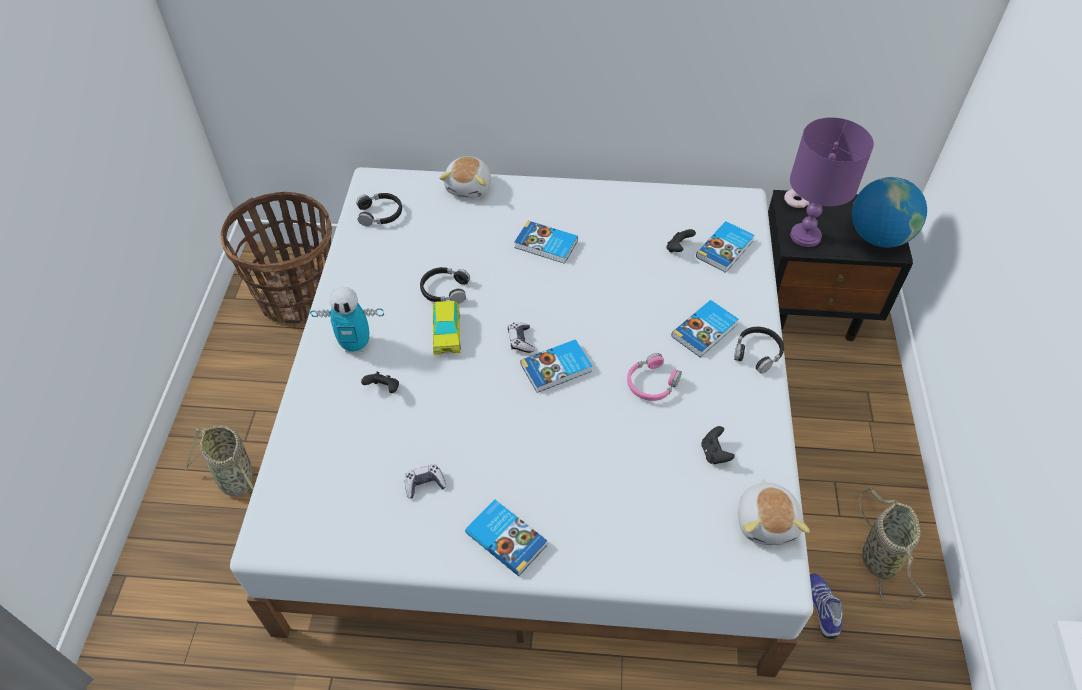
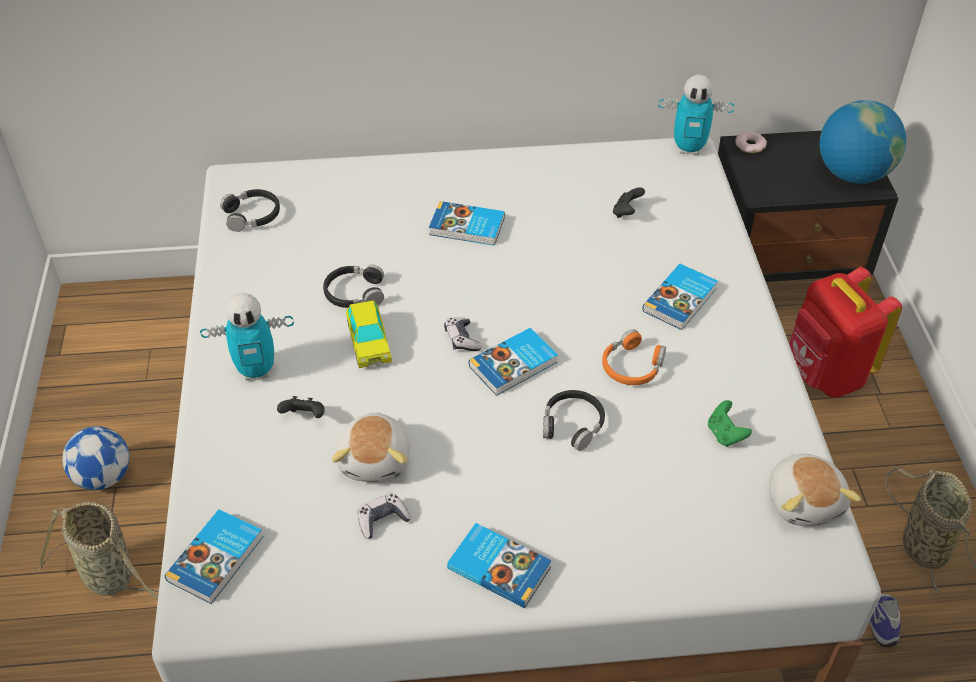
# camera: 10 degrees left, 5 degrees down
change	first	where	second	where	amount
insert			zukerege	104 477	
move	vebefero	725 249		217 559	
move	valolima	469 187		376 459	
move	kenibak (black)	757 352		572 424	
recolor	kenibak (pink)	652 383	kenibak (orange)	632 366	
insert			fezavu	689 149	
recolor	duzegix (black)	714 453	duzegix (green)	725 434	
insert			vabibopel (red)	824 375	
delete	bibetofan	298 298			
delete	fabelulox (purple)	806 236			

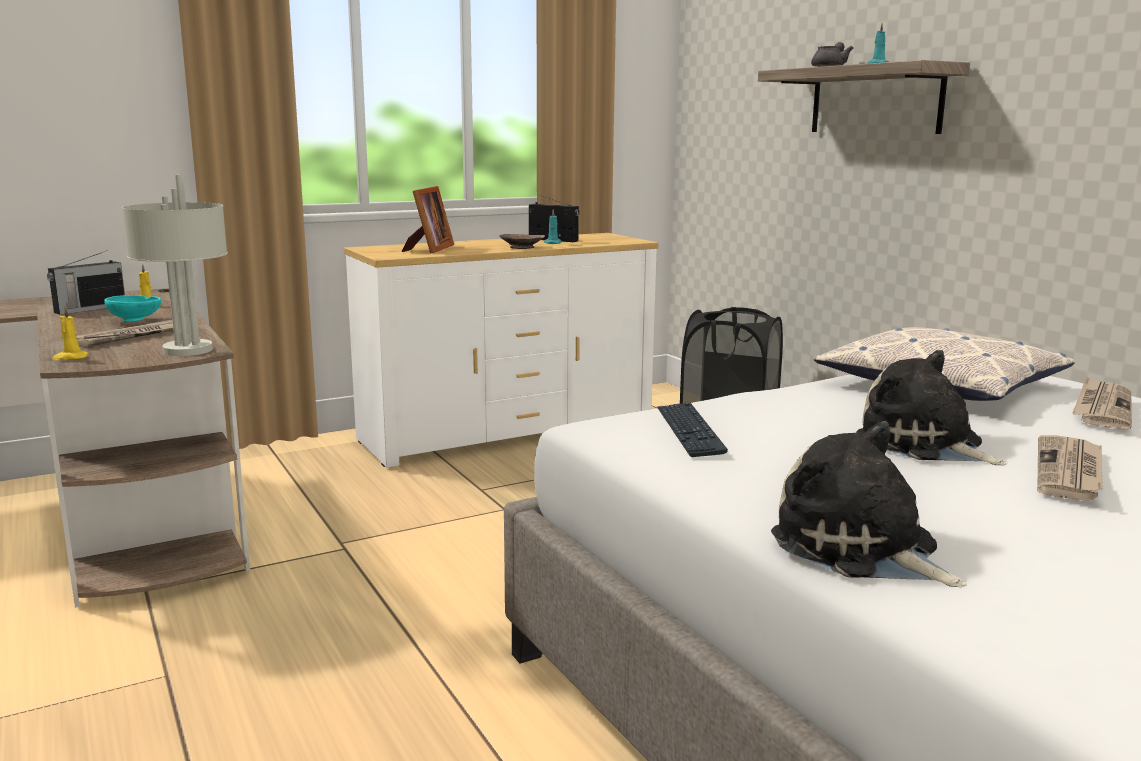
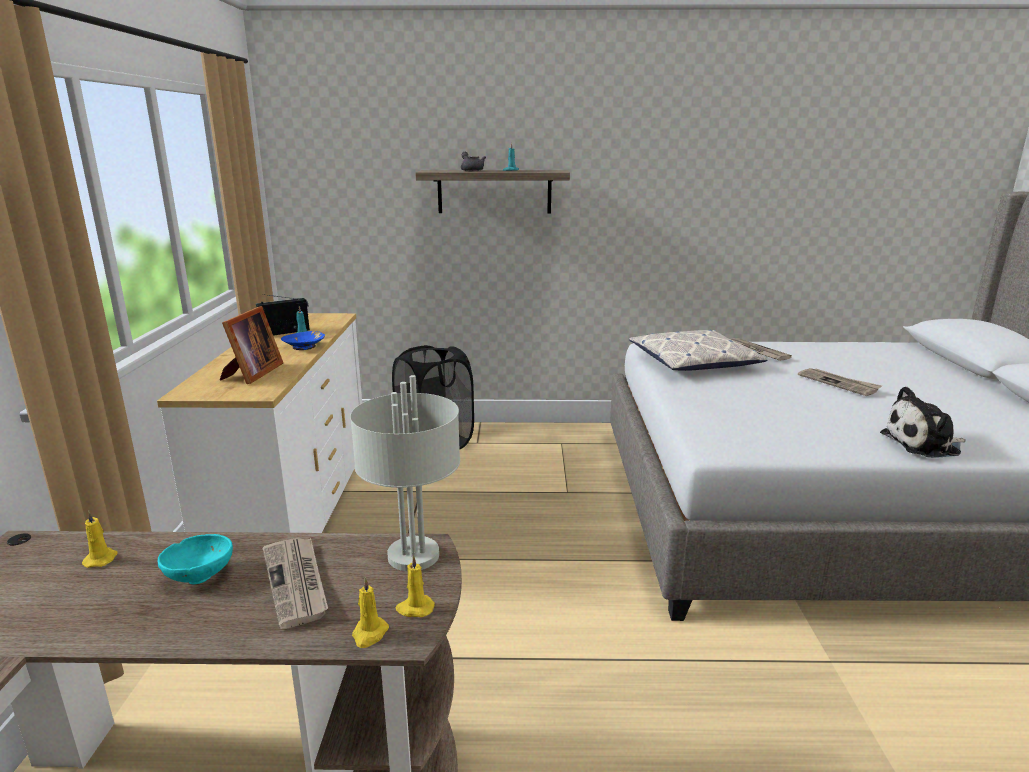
# camera: 60 degrees left, 5 degrees up
change	first	where	second	where	amount
rotate	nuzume	429 249		252 374	60 degrees clockwise
recolor	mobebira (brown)	522 247	mobebira (blue)	304 346	
insert			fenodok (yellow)	414 608	
delete	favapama	89 309			
delete	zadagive	689 431			
delete	valolima	924 444			

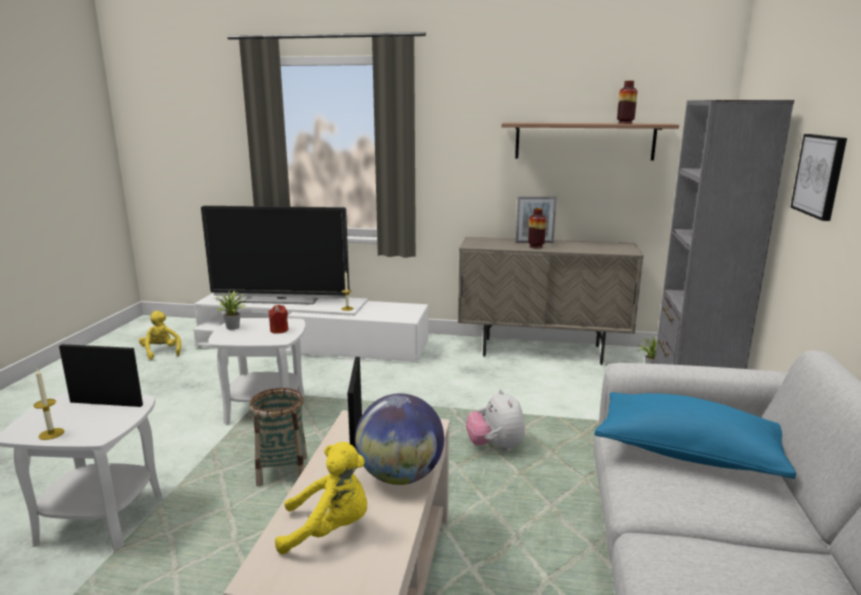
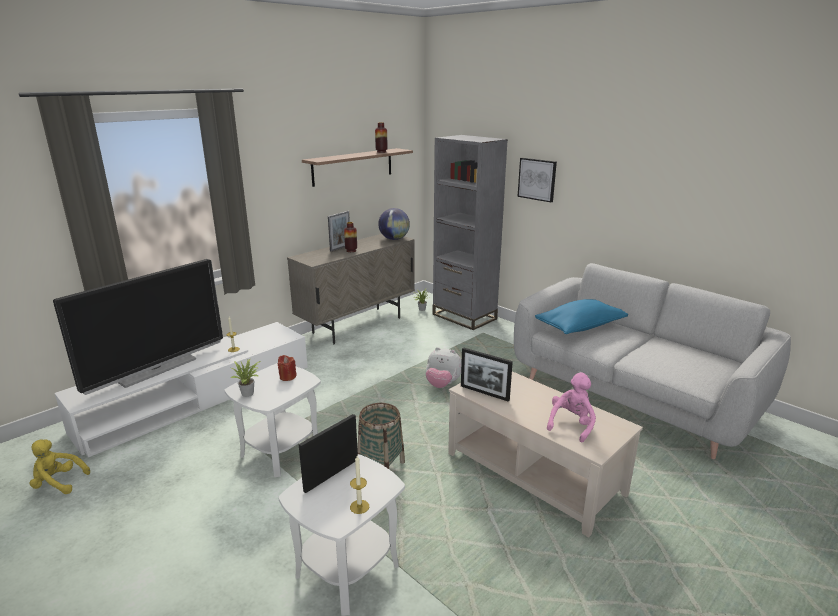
# camera: 55 degrees left, 5 degrees up
change	first	where	second	where	amount
move	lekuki	400 476		394 239	
recolor	valolima (yellow)	329 529	valolima (pink)	571 424	

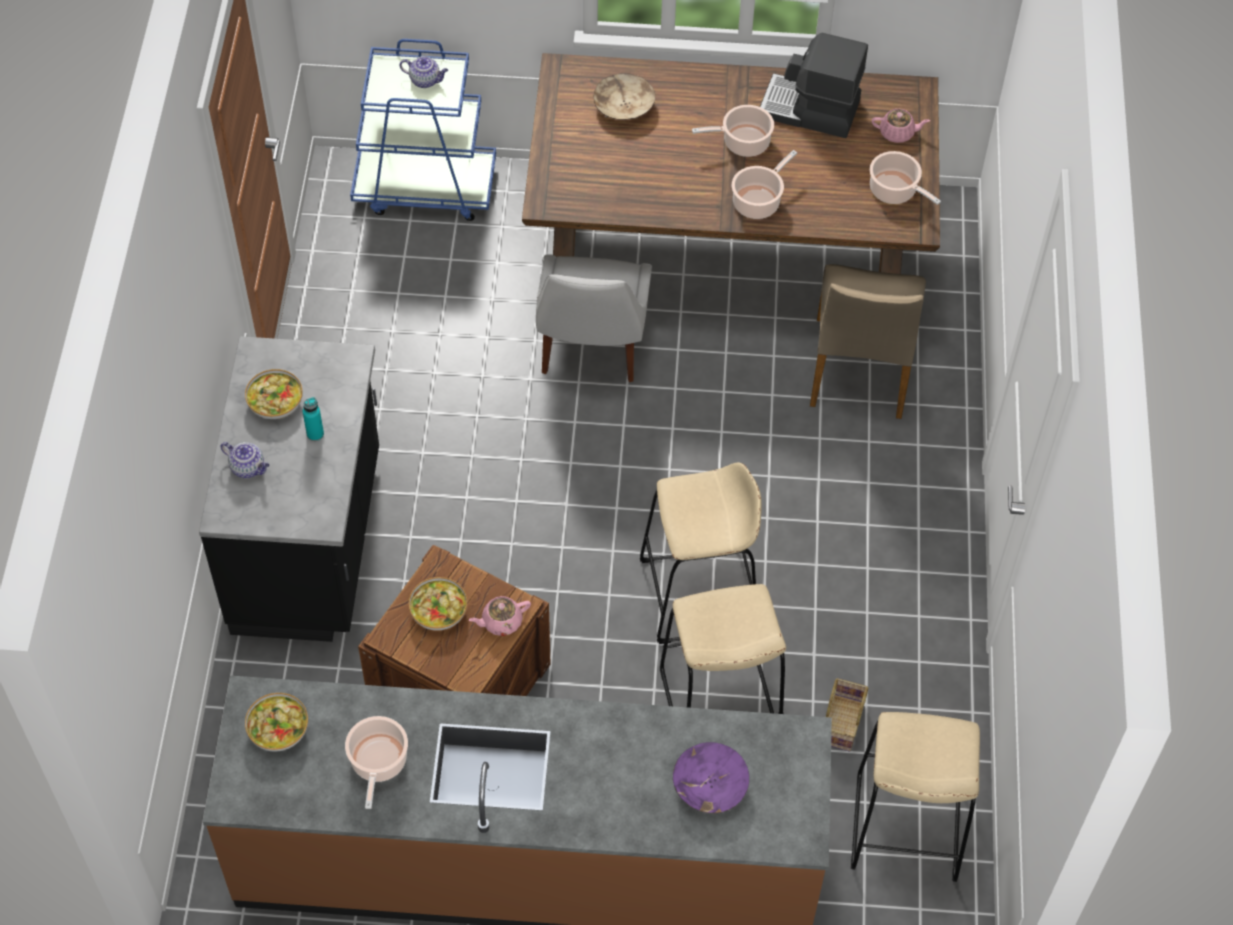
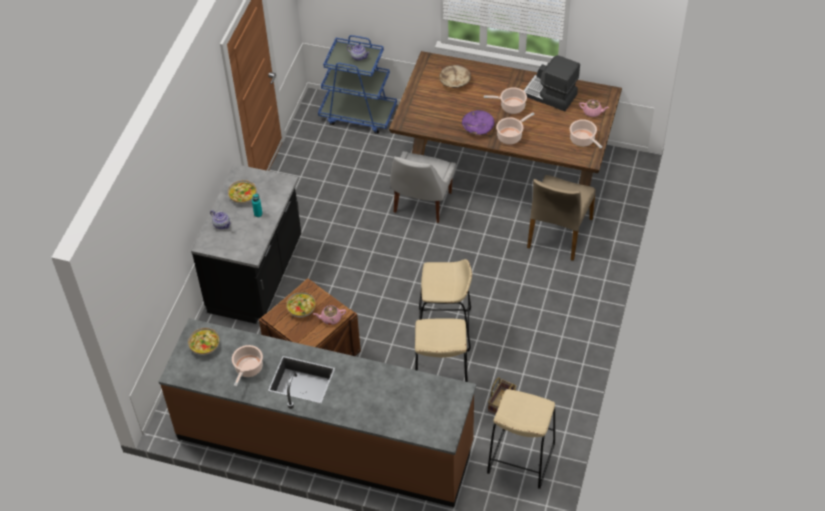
# camera: 15 degrees right, 5 degrees down
change	first	where	second	where	amount
move	mobebira (purple)	709 785		477 128	

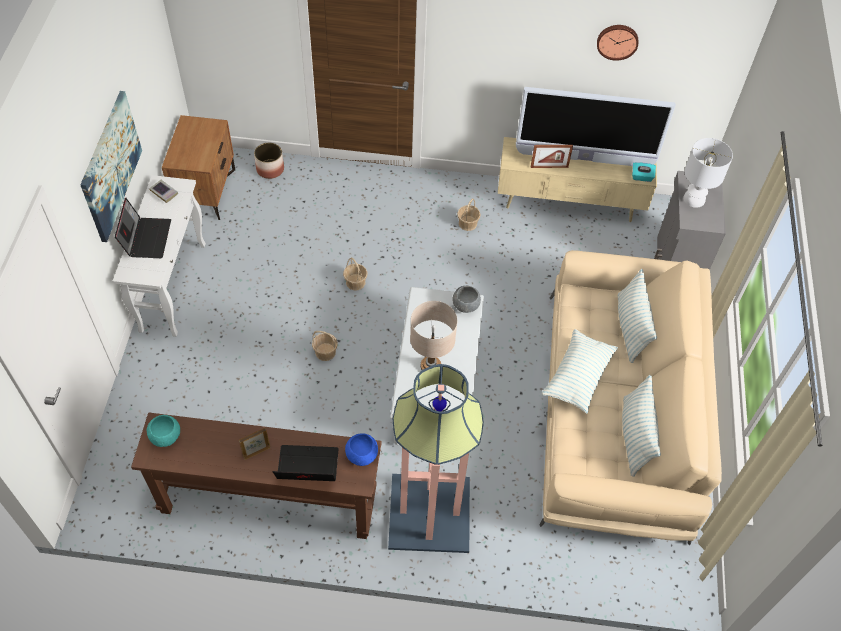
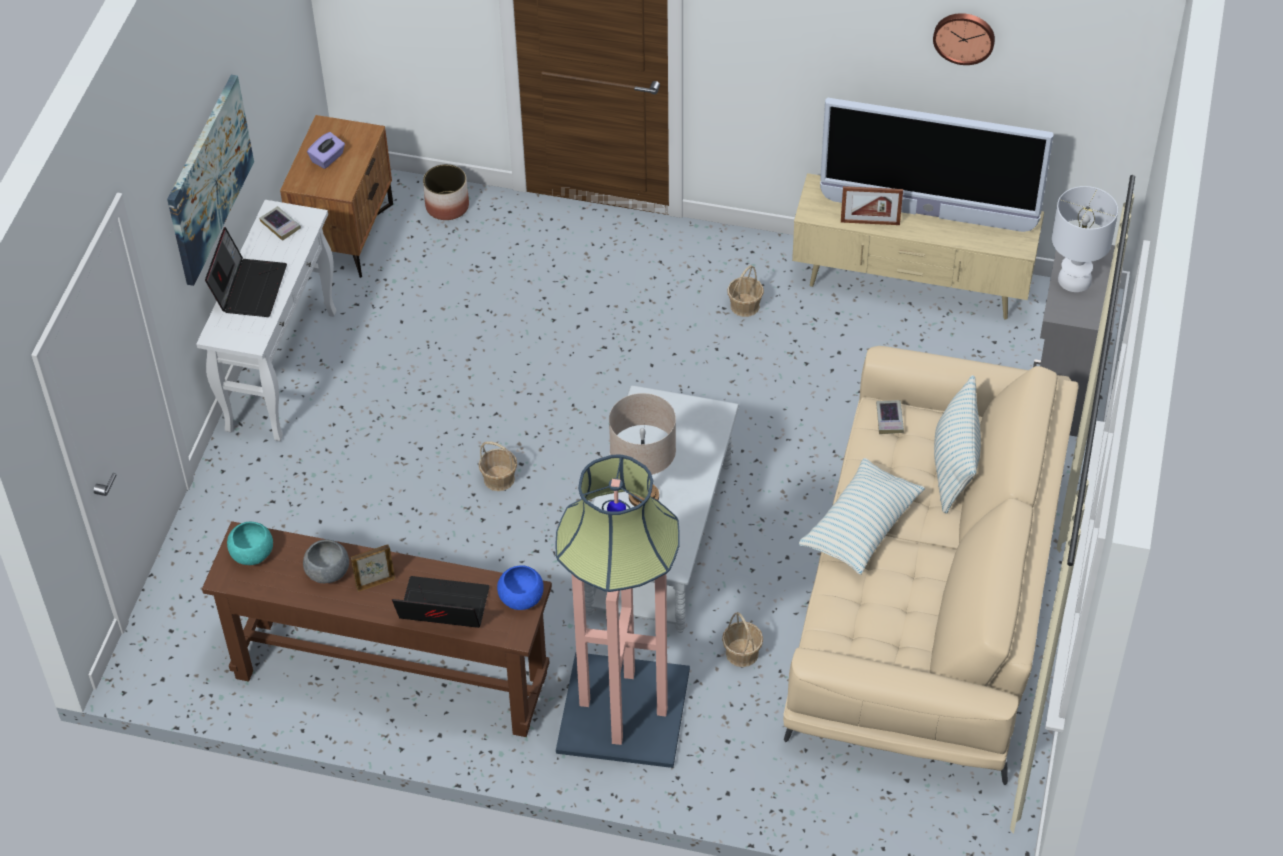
# camera: 10 degrees right, 5 degrees down
change	first	where	second	where	amount
move	mobebira (grey)	466 305		328 572	
insert			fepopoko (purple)	328 158	
move	bibetofan	355 282		742 653	
insert			vebefero	889 419	
delete	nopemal	635 436			
delete	fepopoko (turquoise)	641 177			

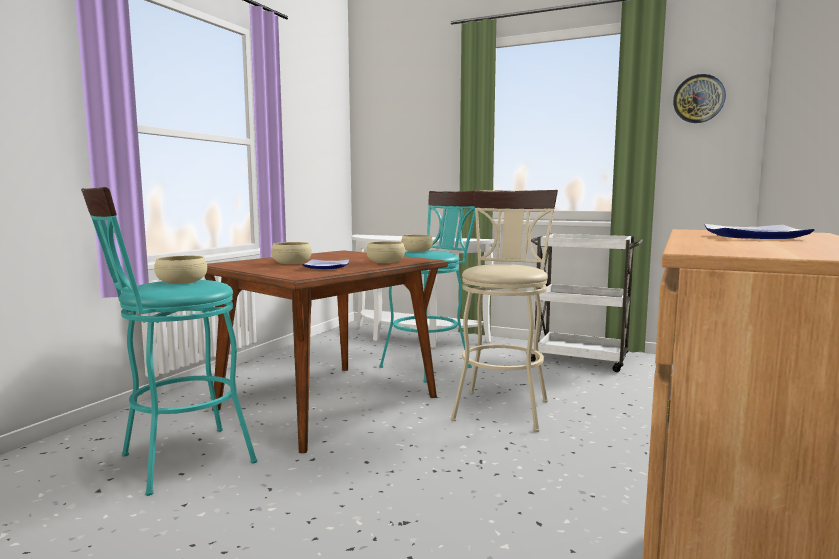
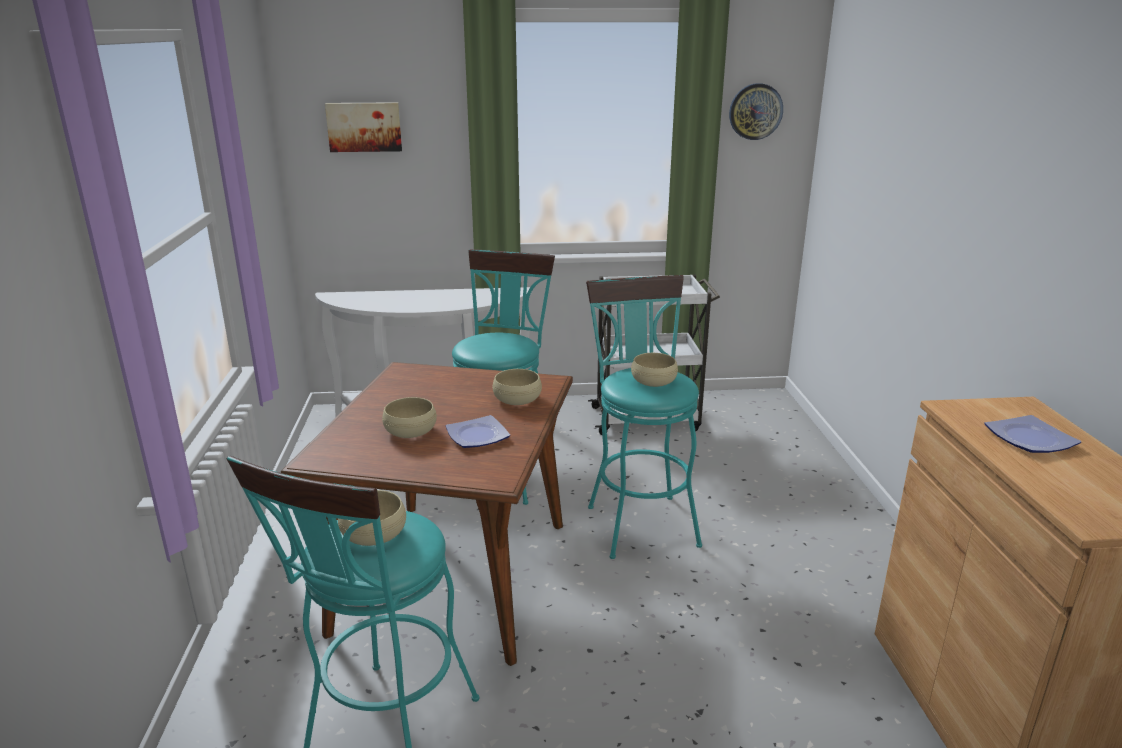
# camera: 30 degrees left, 15 degrees up
change	first	where	second	where	amount
insert			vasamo	364 127	
recolor	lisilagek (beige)	502 406	lisilagek (turquoise)	639 520	
move	mobebira (beige)	416 251		653 381	

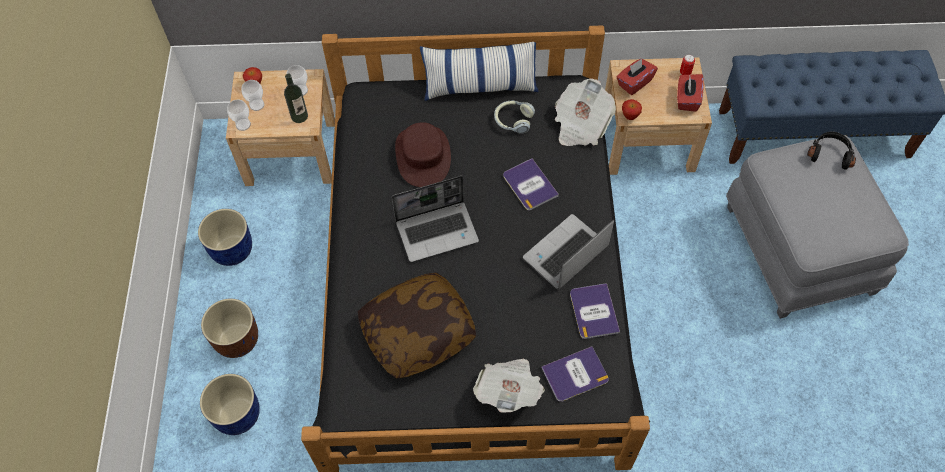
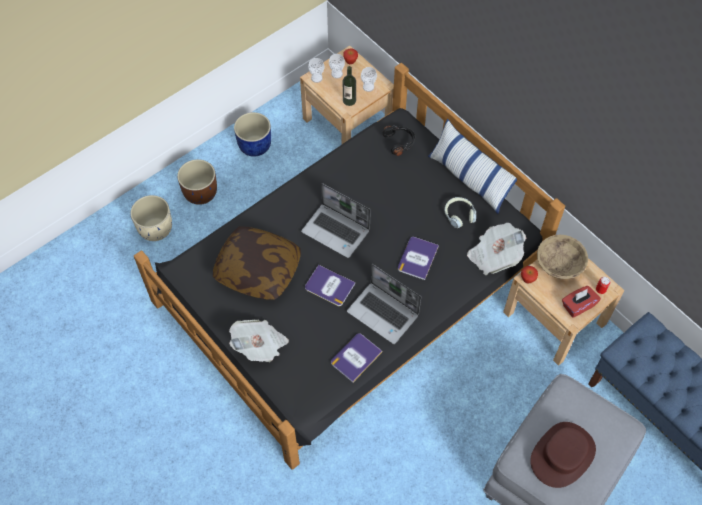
# camera: 50 degrees right, 0 degrees up
change	first	where	second	where	amount
recolor	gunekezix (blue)	237 414	gunekezix (beige)	156 228	
move	vebefero	575 375		329 286	
rotate	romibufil	565 254		384 313	150 degrees counterclockwise
move	kenibak (black)	830 153		400 142	
move	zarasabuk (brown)	423 156		562 455	
replace	fepopoko (red)	634 83	mobebira (beige)	559 264	

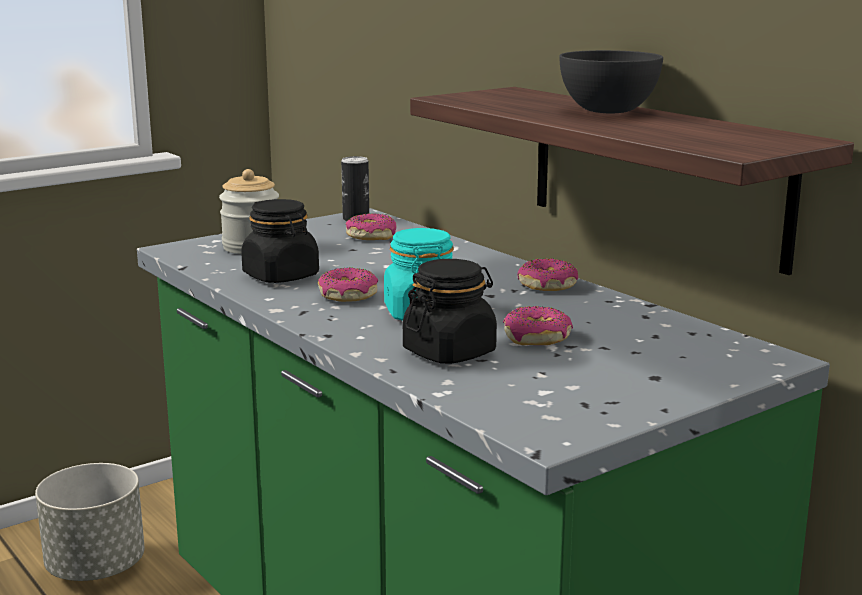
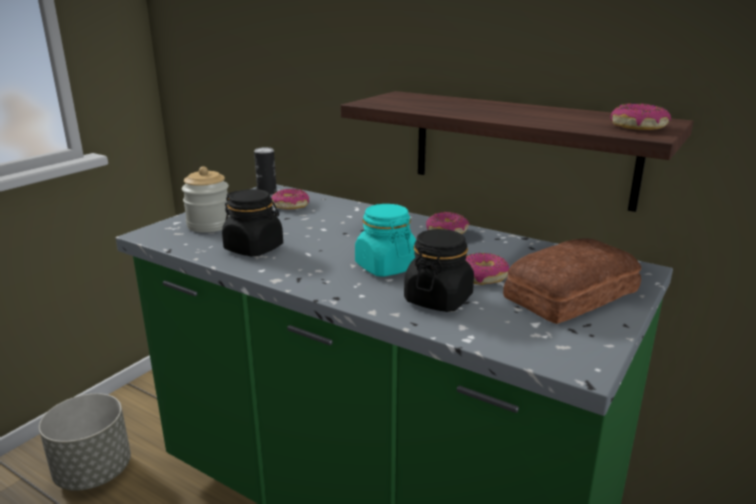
# camera: 20 degrees left, 5 degrees up
change	first	where	second	where	amount
insert			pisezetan	567 294	
move	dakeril	347 296		638 127	
delete	mobebira (grey)	607 111			

